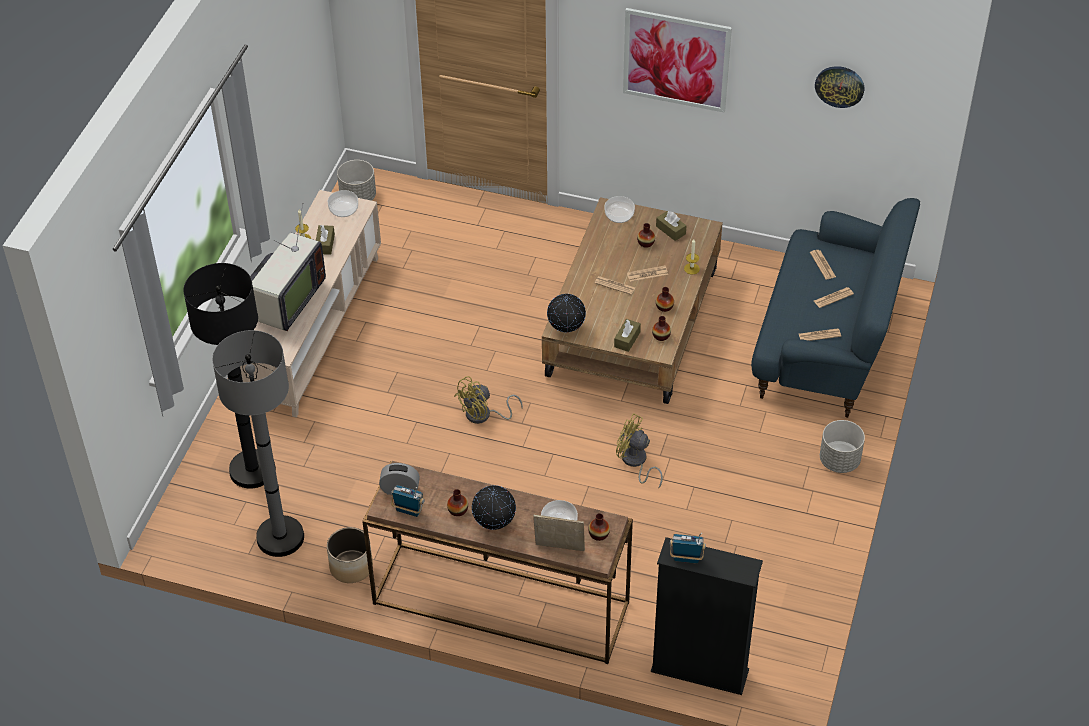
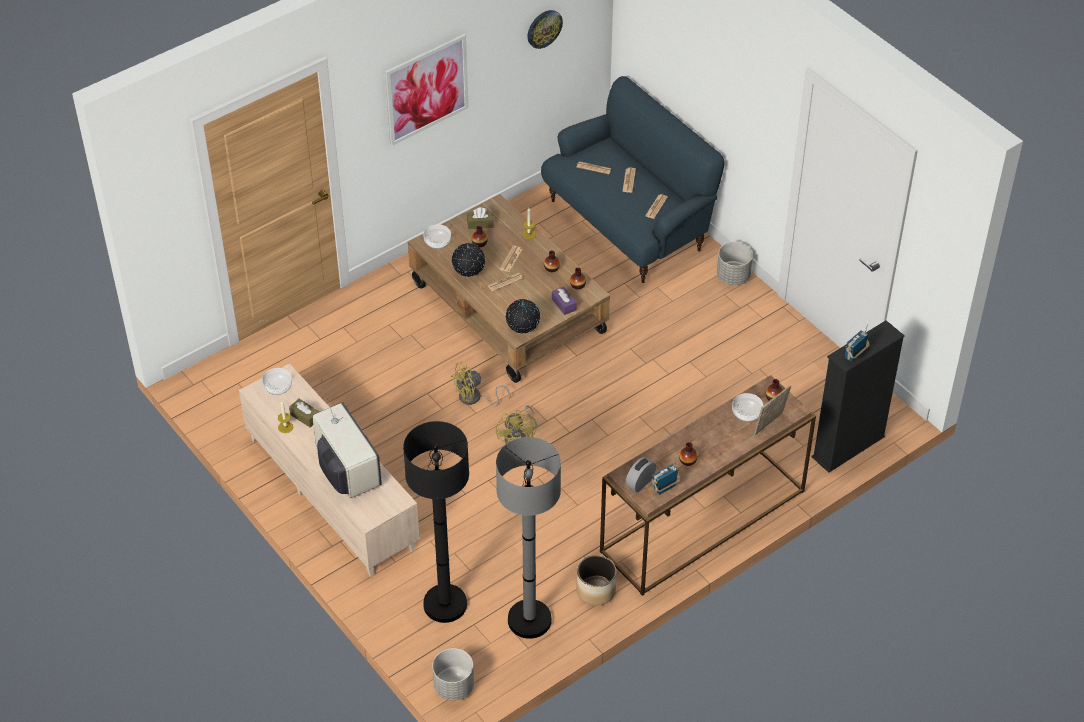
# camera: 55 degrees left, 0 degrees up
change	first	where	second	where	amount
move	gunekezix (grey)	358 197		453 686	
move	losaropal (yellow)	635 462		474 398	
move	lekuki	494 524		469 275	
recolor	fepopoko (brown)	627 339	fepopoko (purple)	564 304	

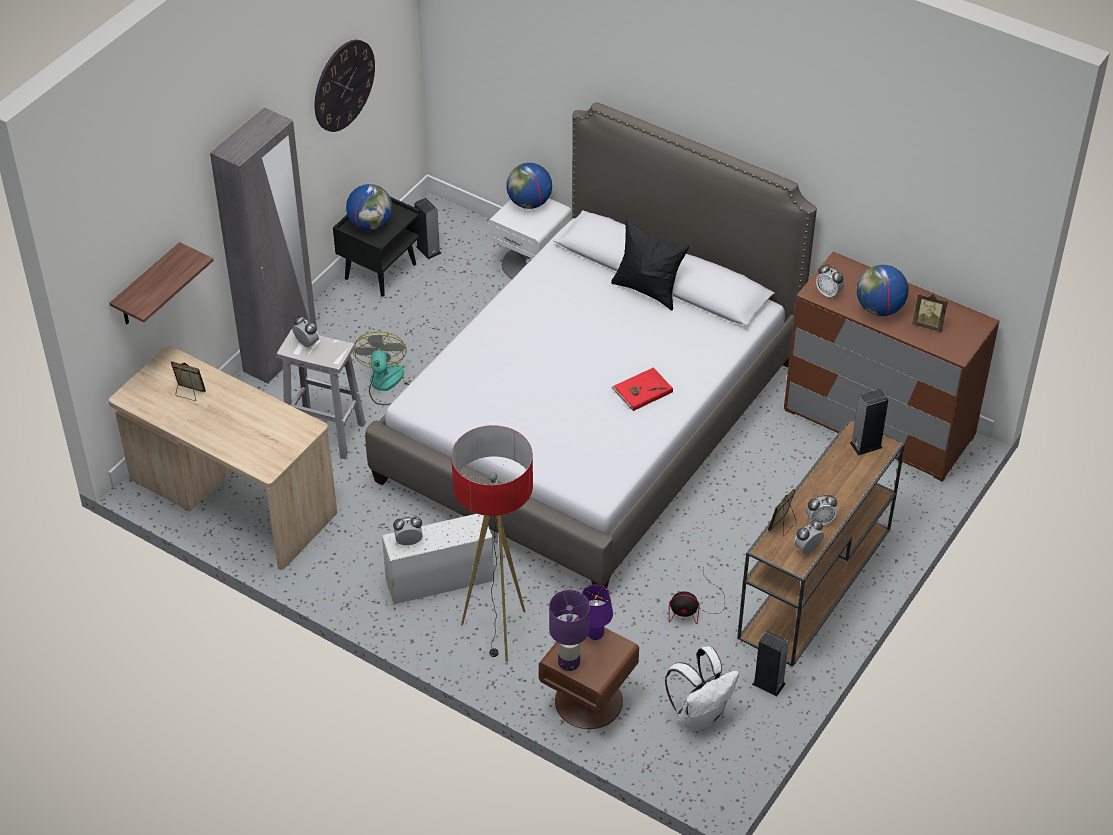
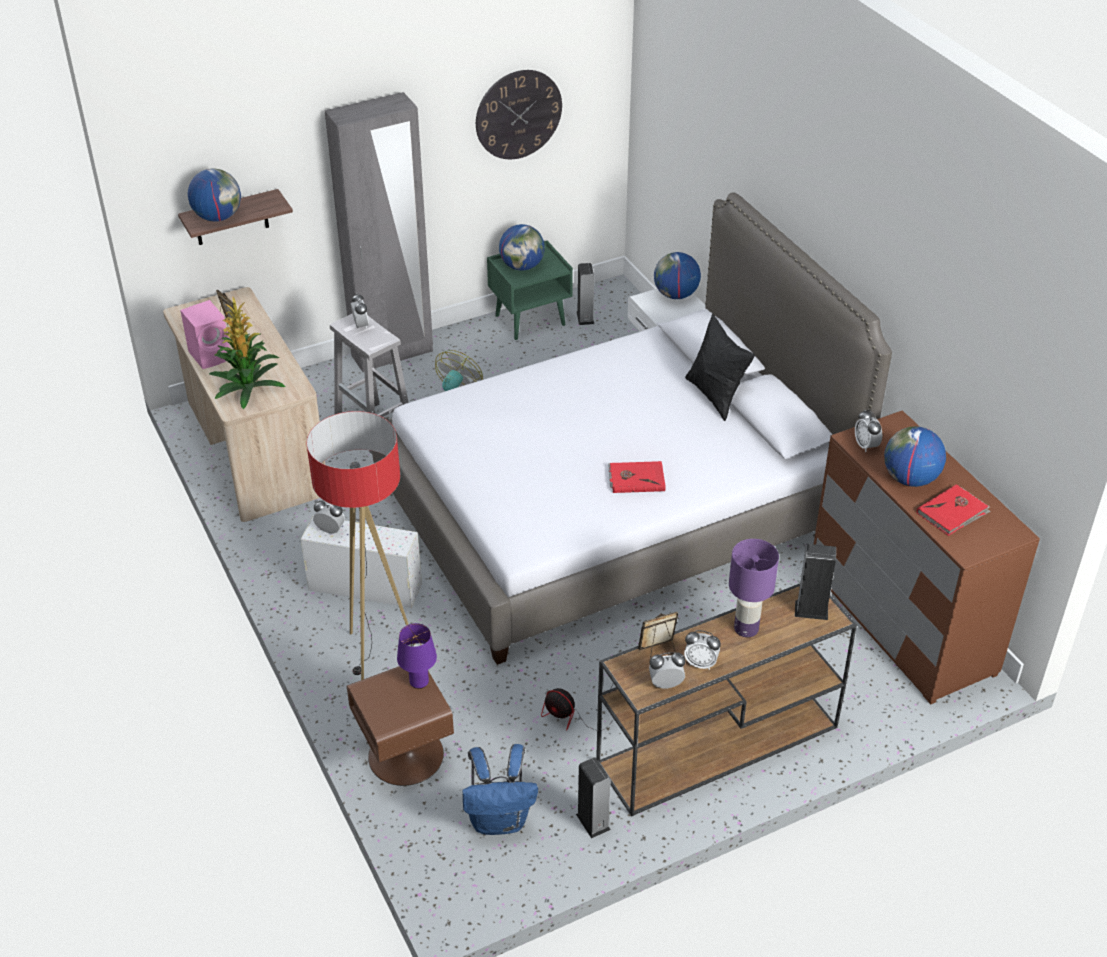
# camera: 30 degrees right, 5 degrees down
change	first	where	second	where	amount
insert			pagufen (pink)	211 355	
insert			lekuki	218 217	
insert			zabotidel	247 387	
recolor	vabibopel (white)	700 715	vabibopel (blue)	500 820	
recolor	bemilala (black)	380 271	bemilala (green)	530 319	
move	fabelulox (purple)	569 663		746 629	
replace	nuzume	928 324	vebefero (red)	953 513	

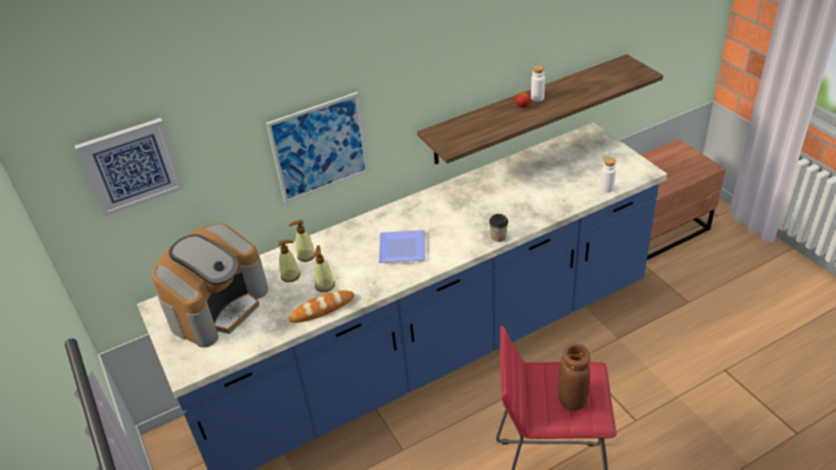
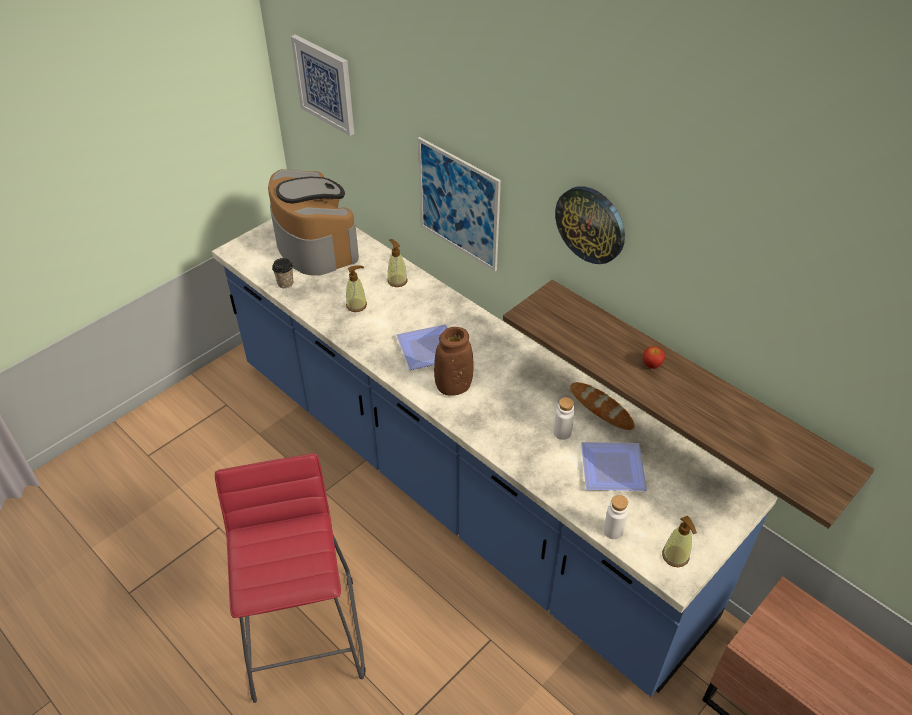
# camera: 70 degrees right, 5 degrees up
change	first	where	second	where	amount
rotate	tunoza	218 306		315 244	135 degrees counterclockwise
move	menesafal	498 237		285 283	
move	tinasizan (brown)	572 399		453 387	
move	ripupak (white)	537 98		562 433	
insert			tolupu	591 224	
move	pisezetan	322 309		601 408	
insert			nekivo	615 470	
move	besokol	290 276		675 556	

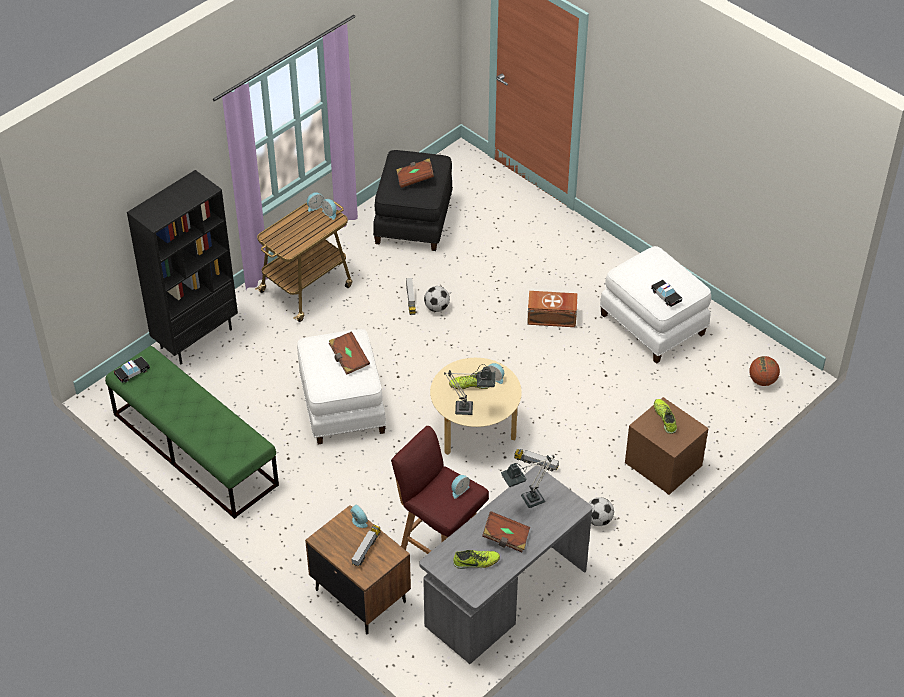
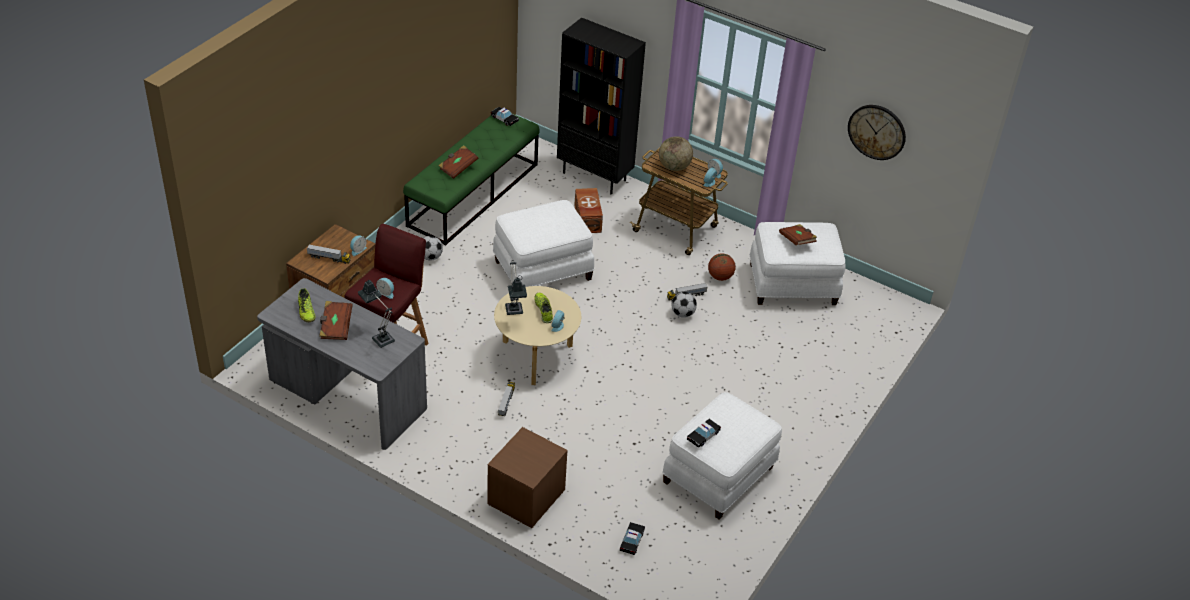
# camera: 75 degrees right, 5 degrees down
change	first	where	second	where	amount
move	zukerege	598 520		430 257	
move	vebefero (brown)	348 359		458 168	
move	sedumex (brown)	552 317		587 219	
insert			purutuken	632 541	
insert			lekuki	674 167	
move	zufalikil	762 381		720 277	
recolor	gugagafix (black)	414 220	gugagafix (white)	792 285	
insert			tolupu	877 131	
delete	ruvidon	665 418			

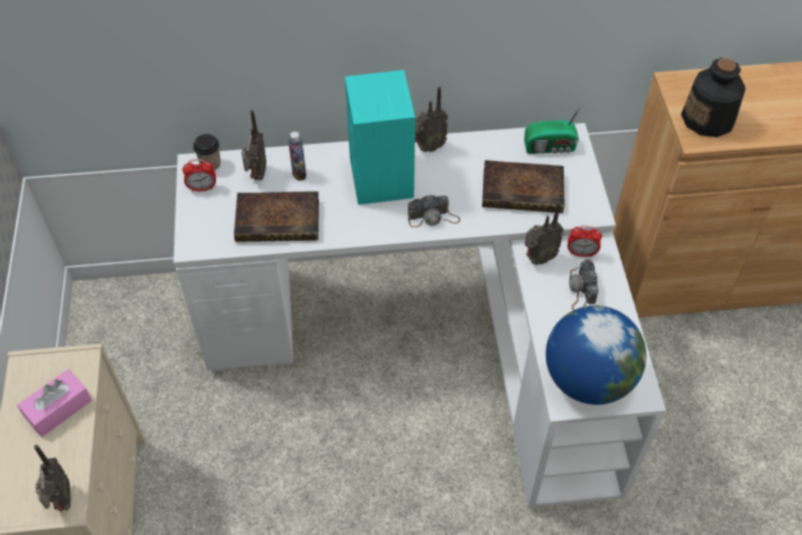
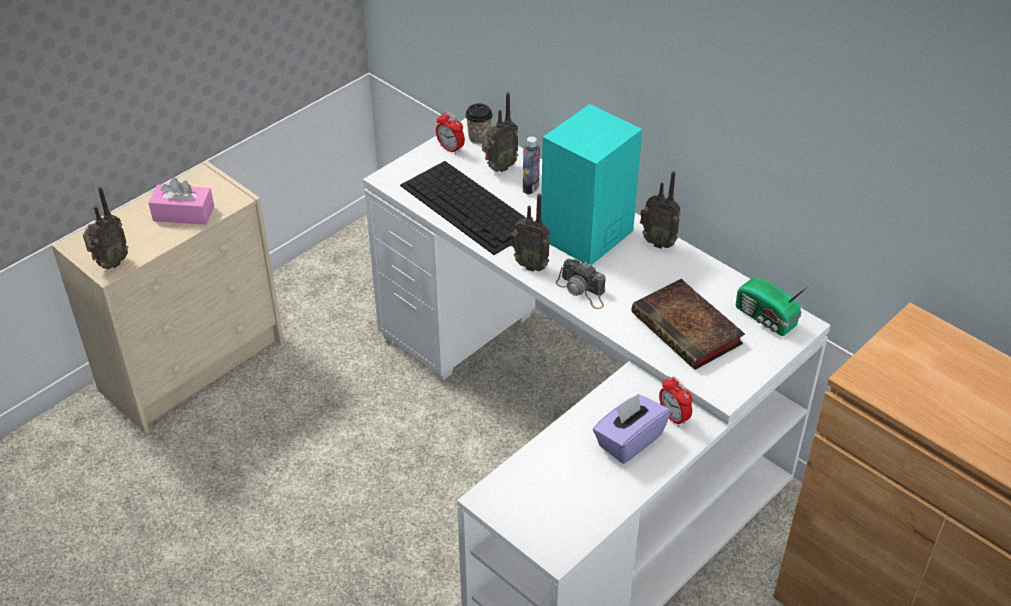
# camera: 50 degrees right, 10 degrees down
change	first	where	second	where	amount
replace	vebefero	280 220	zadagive	470 207	
move	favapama	538 258		531 265	
replace	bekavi	581 290	fepopoko (purple)	629 440	
delete	lekuki	588 379			
delete	ripupak	708 119			

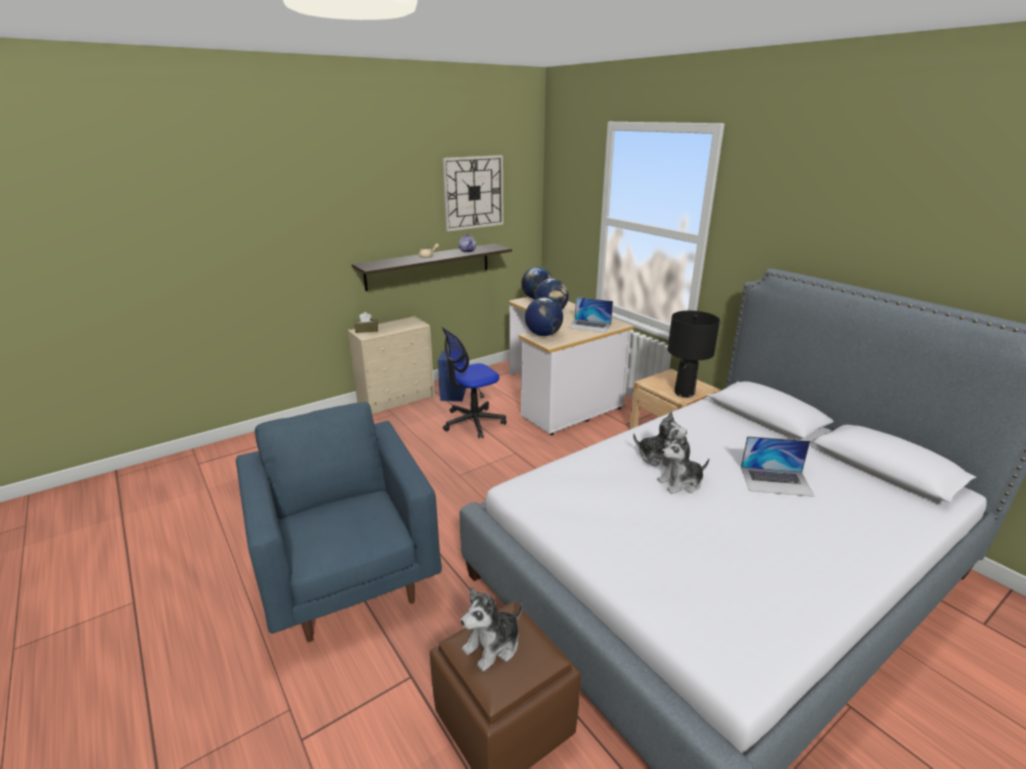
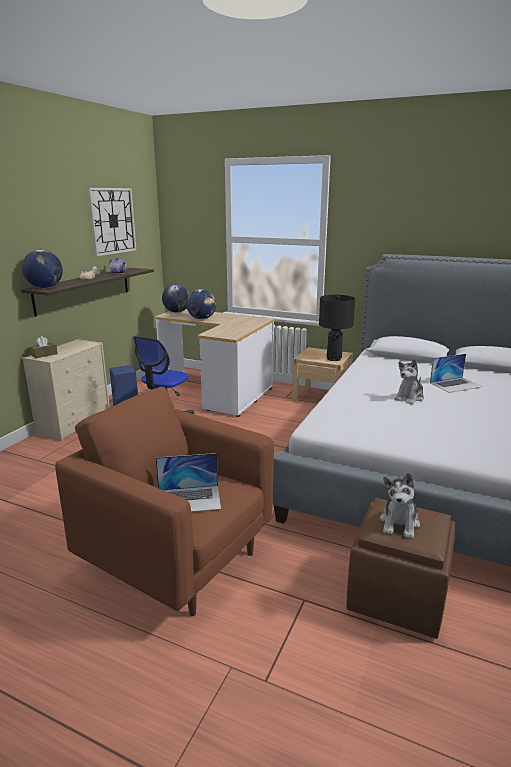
# camera: 30 degrees left, 5 degrees down
change	first	where	second	where	amount
move	lekuki	543 334		45 288	
recolor	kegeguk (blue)	349 578	kegeguk (brown)	178 559	
move	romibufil	589 326		189 499	
delete	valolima	658 458			

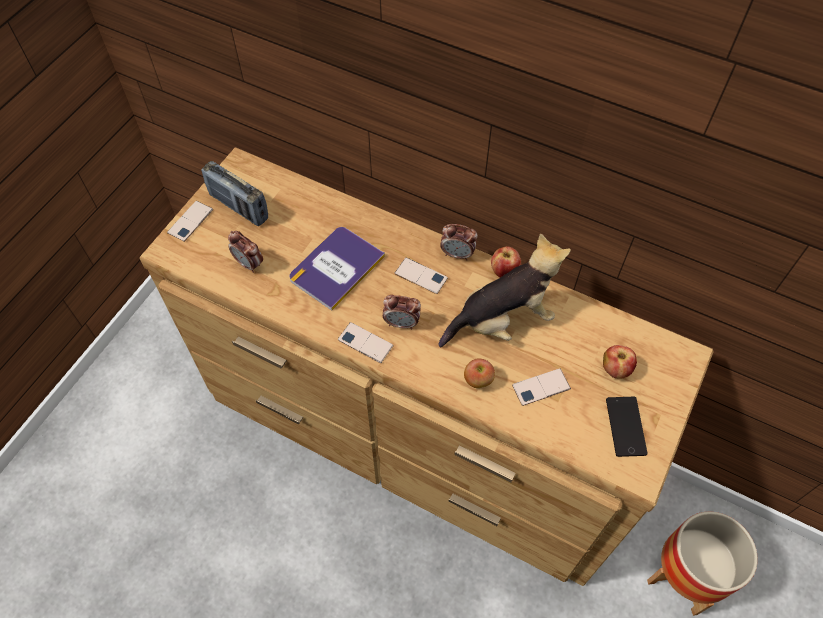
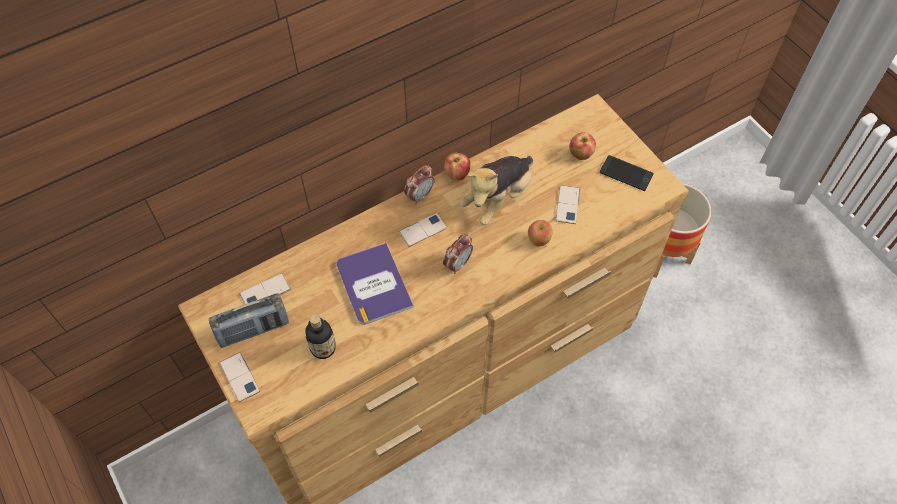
# camera: 60 degrees left, 0 degrees up
change	first	where	second	where	amount
move	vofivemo	365 343		265 291	
replace	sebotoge	249 264	ripupak	323 348	
rotate	valolima	502 320		498 198	150 degrees counterclockwise

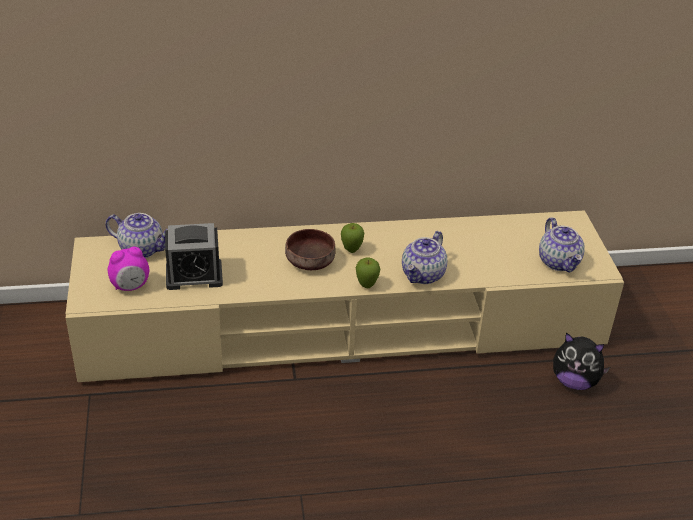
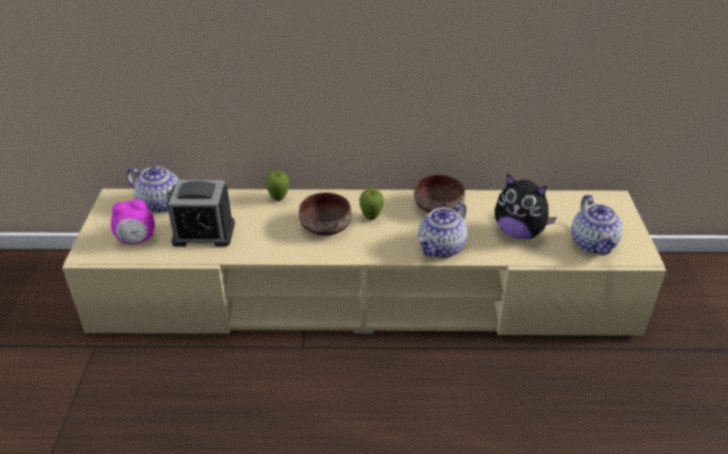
# camera: 10 degrees right, 0 degrees up
change	first	where	second	where	amount
move	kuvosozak	366 286		278 199	
insert			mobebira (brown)	439 206	
move	valolima	574 381		519 232	

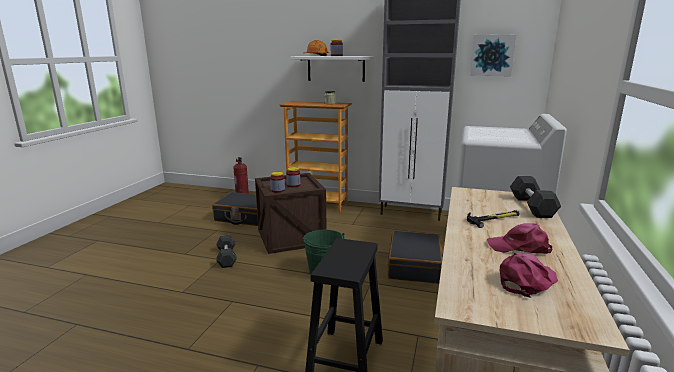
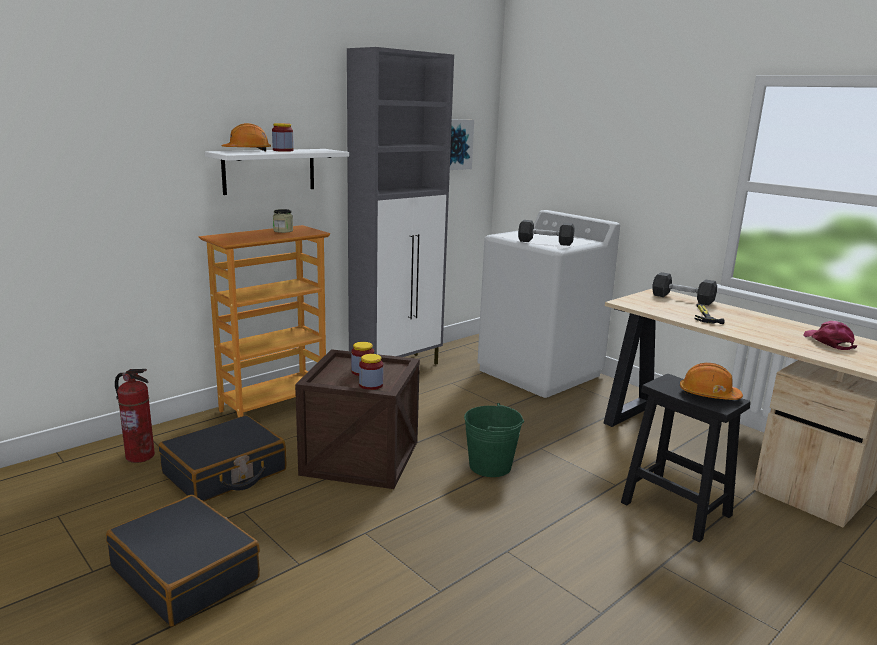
# camera: 60 degrees left, 0 degrees up
change	first	where	second	where	amount
move	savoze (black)	414 266		186 573	
move	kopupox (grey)	226 258		545 242	
insert			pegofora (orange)	708 395	
delete	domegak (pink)	520 247			

